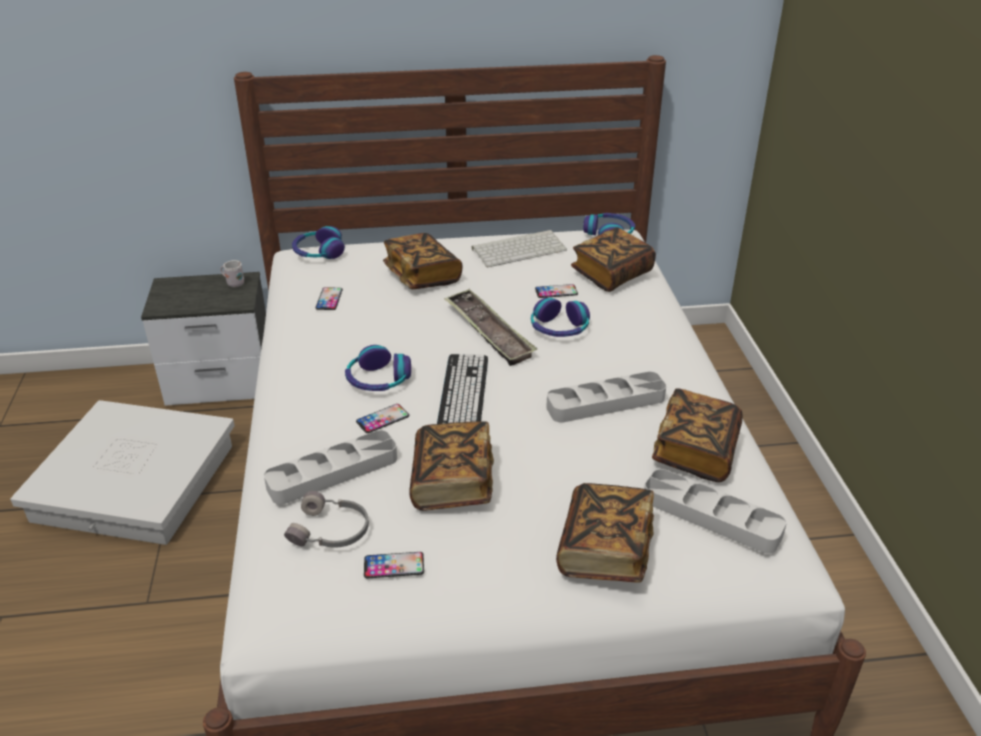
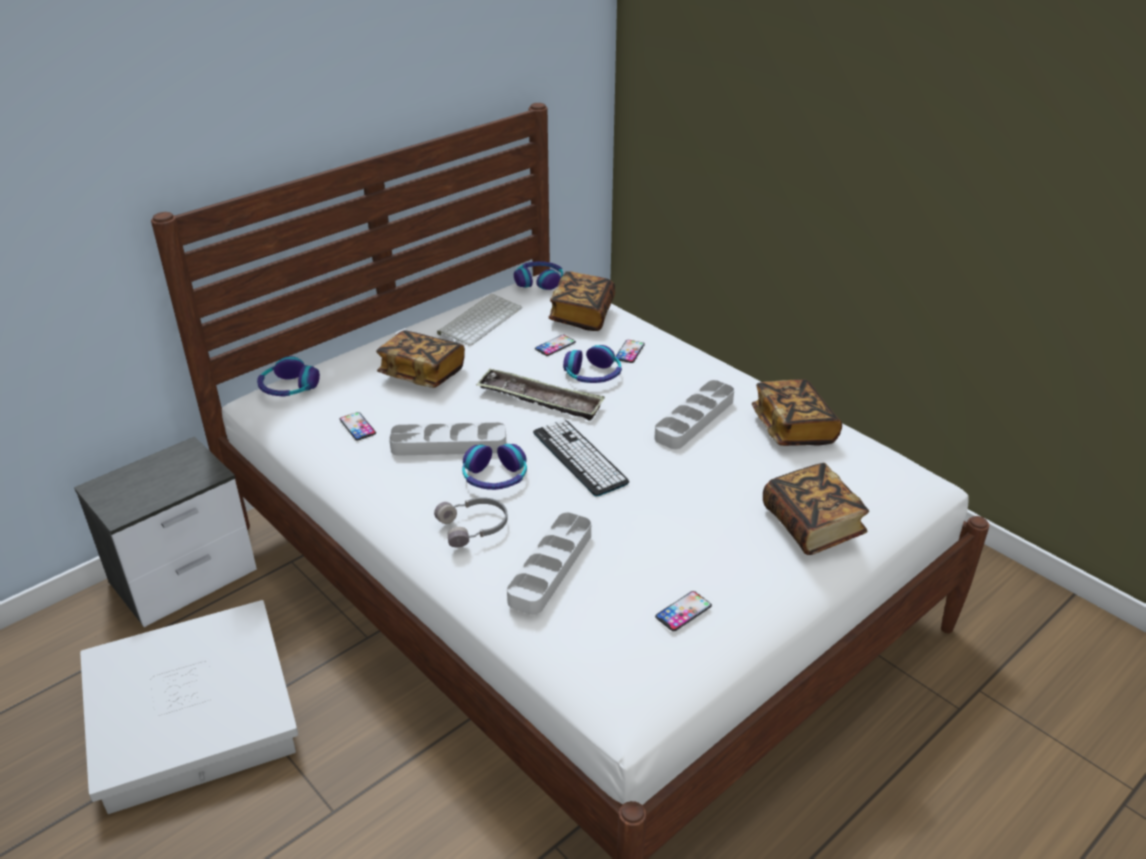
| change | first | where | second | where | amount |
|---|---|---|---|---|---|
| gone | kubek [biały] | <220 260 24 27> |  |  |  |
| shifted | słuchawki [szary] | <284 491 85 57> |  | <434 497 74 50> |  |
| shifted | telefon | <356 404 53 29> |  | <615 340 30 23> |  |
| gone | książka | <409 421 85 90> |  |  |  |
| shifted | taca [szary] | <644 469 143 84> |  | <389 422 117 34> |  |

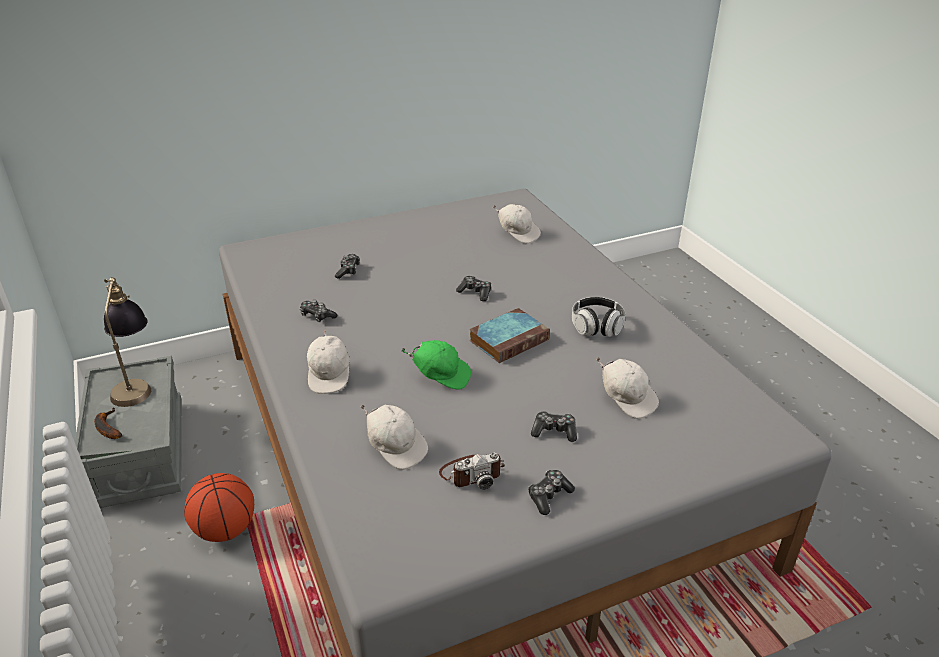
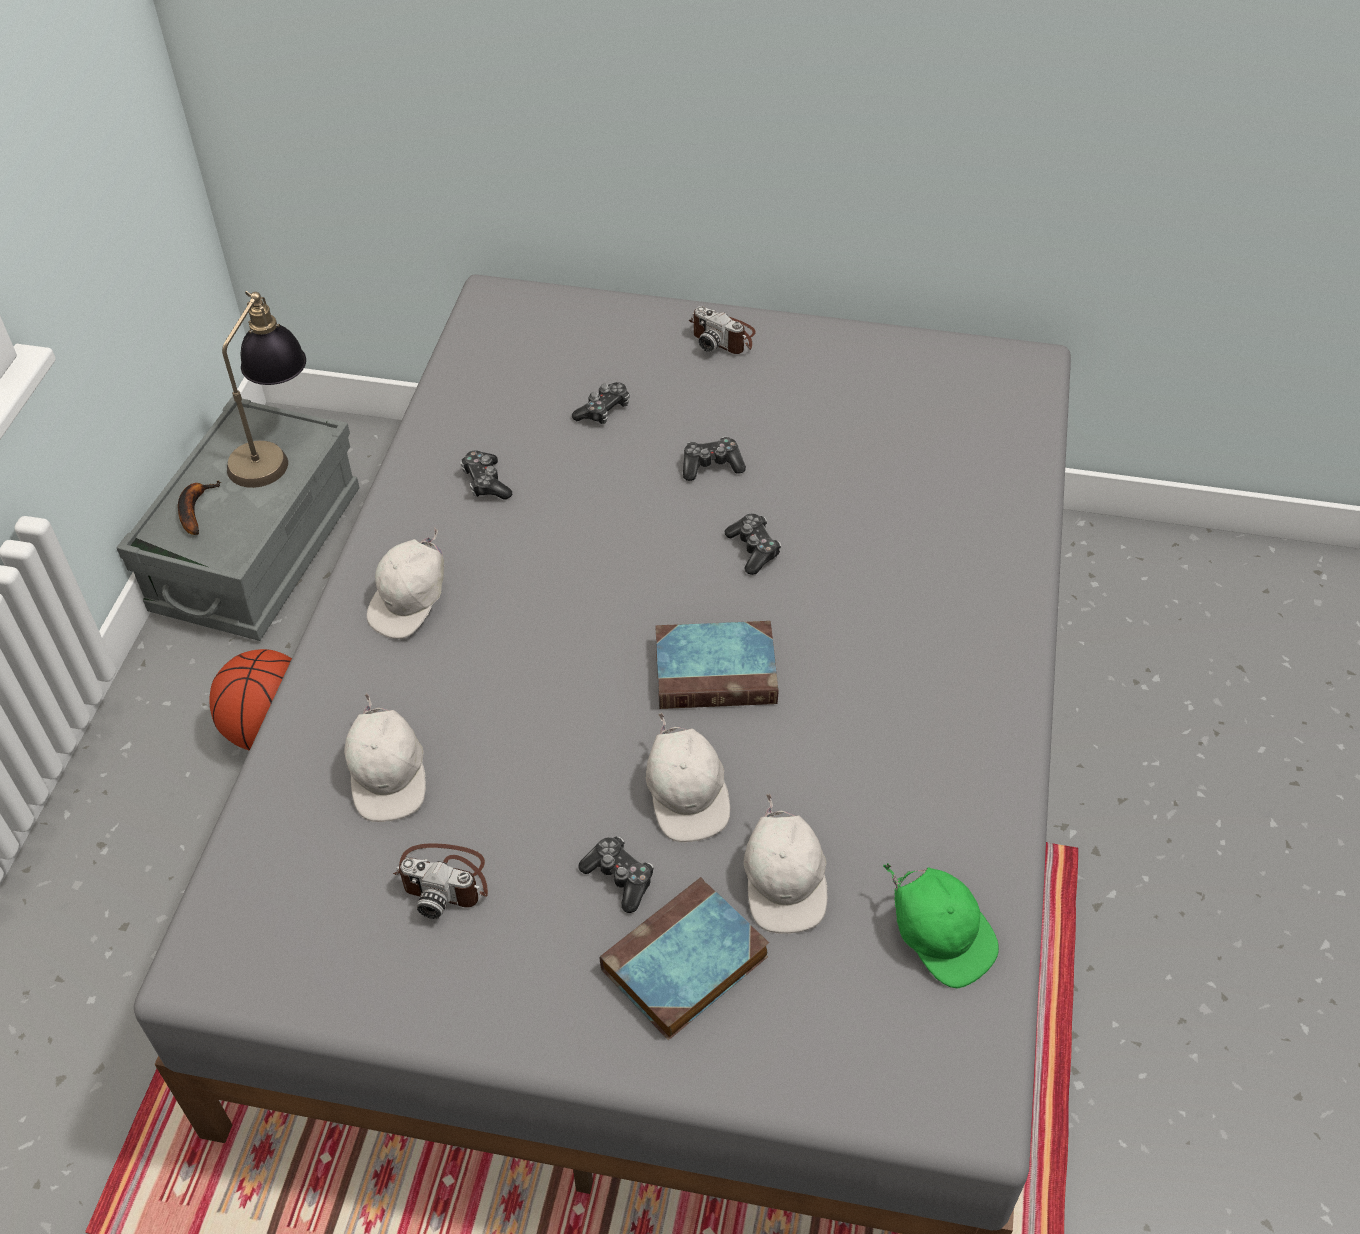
| change | first | where | second | where | amount |
|---|---|---|---|---|---|
| shifted | czapka z daszkiem [zielony] | <401 340 70 50> |  | <883 863 116 125> |  |
| shifted | czapka z daszkiem [biały] | <493 204 48 40> |  | <646 712 84 131> |  |
| shifted | pad do gier | <528 470 47 45> |  | <683 437 63 44> |  |
| gone | słuchawki | <572 297 54 40> |  |  |  |
| new |  |  | książka | <600 877 169 163> |  |
| new |  |  | aparat fotograficzny | <689 306 67 48> |  |

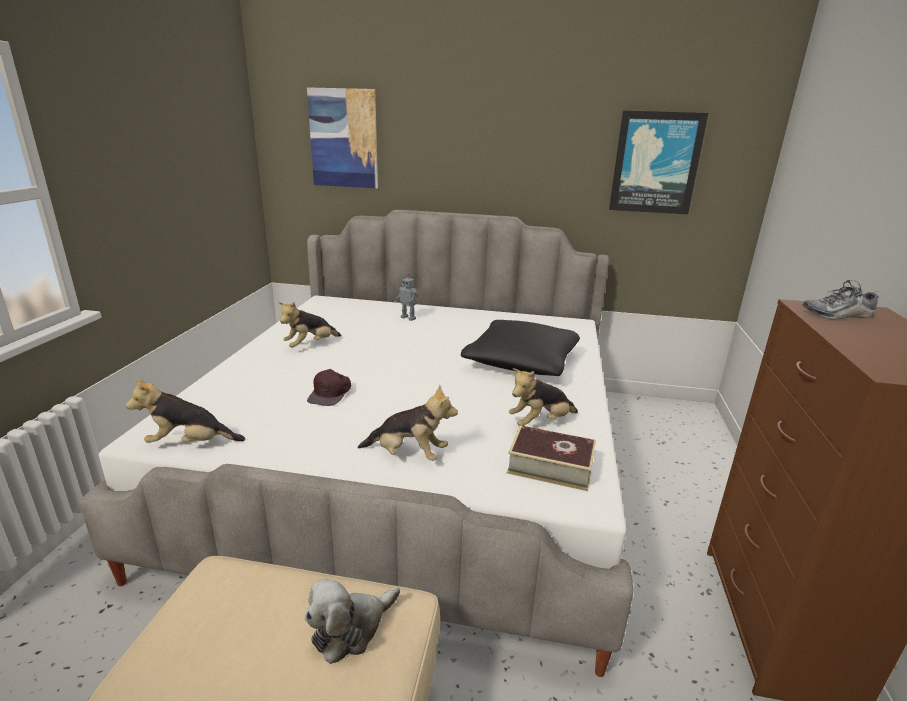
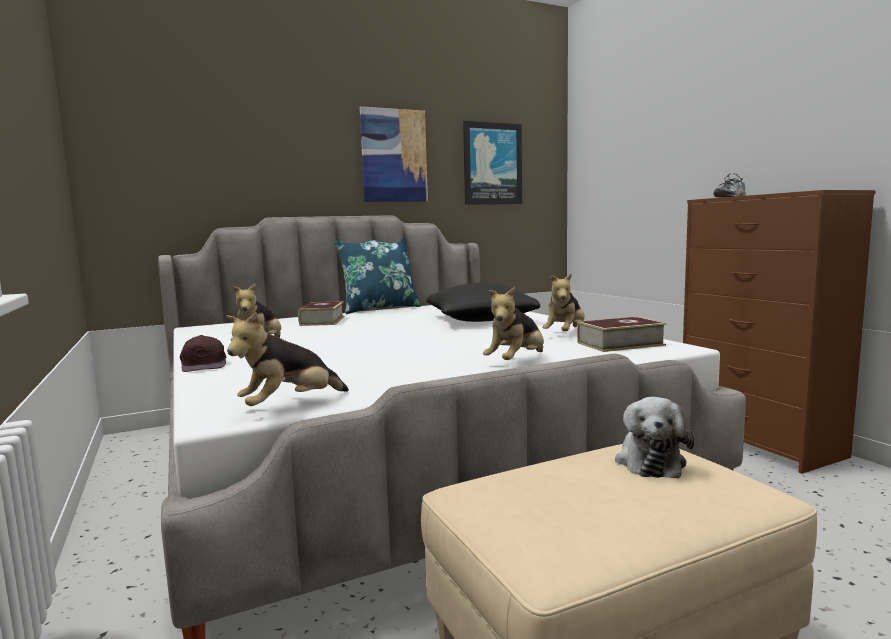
| change | first | where | second | where | amount |
|---|---|---|---|---|---|
| shifted | obraz | <307 87 71 101> |  | <360 106 68 96> |  |
| shifted | czapka z daszkiem [brązowy] | <307 369 44 37> |  | <180 335 46 37> |  |
| rotated | pluszak | <358 385 100 76> |  | <483 287 61 73> | 150 degrees clockwise |
| swapped | robot zabawkowy | <394 274 23 47> | książka | <298 301 47 25> |  |
| new |  |  | poduszka [niebieski] | <335 238 86 76> |  |

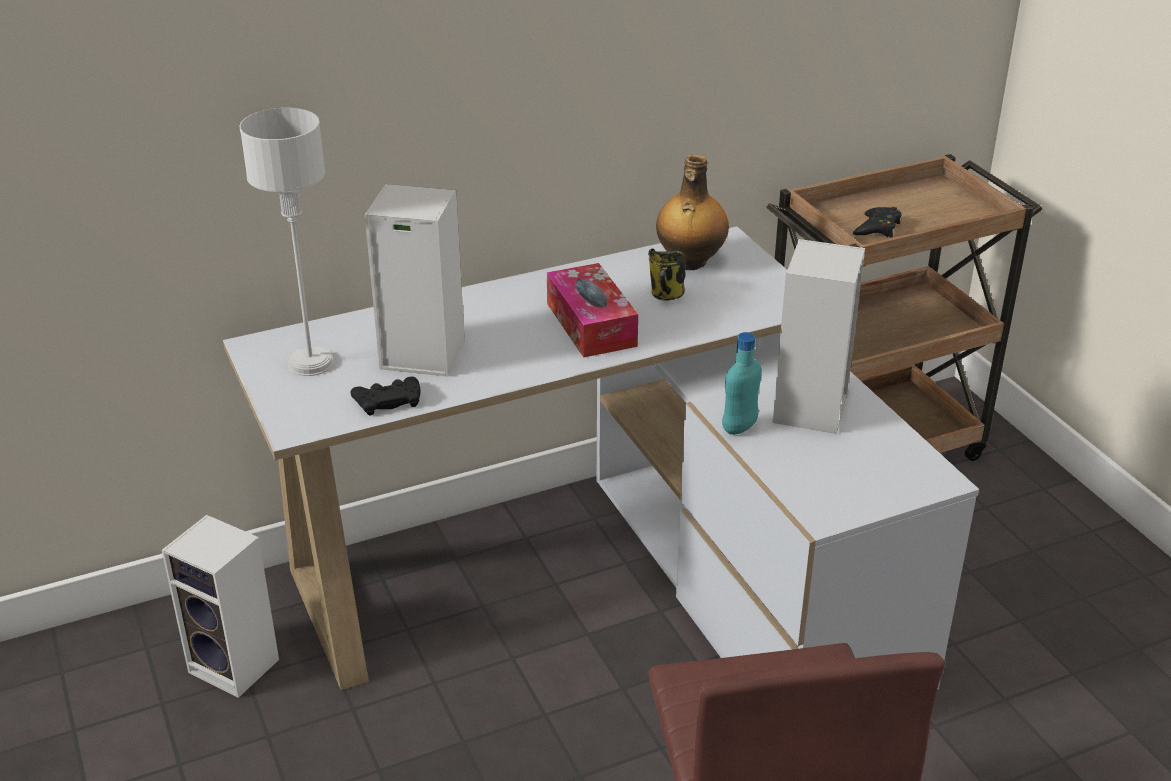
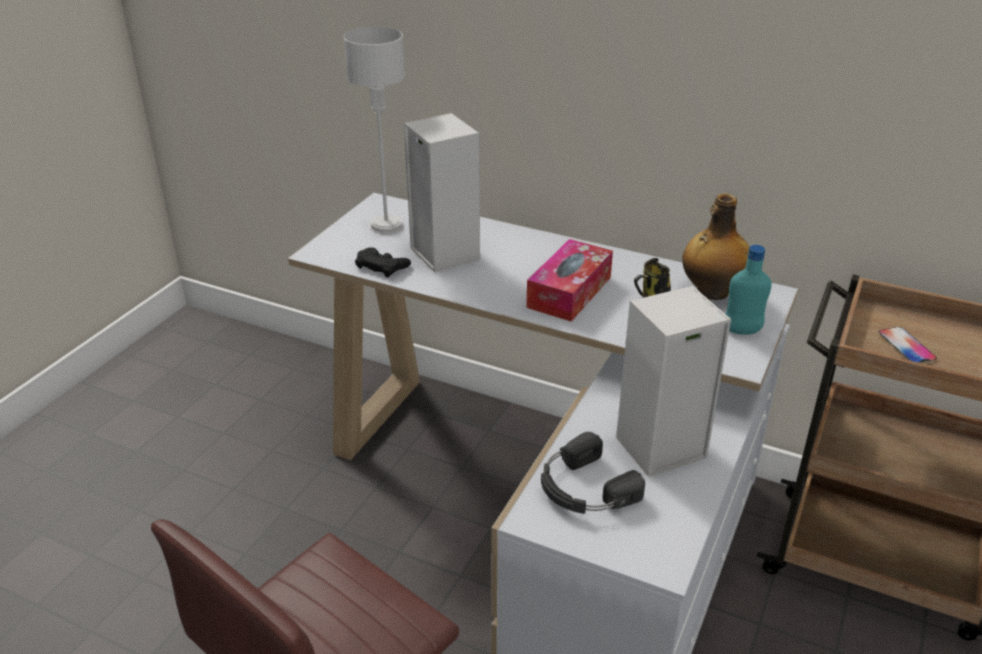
| change | first | where | second | where | amount |
|---|---|---|---|---|---|
| gone | głośnik | <162 515 117 183> |  |  |  |
| shifted | butelka [turkusowy] | <722 332 40 103> |  | <726 245 46 90> |  |
| swapped | pad do gier [czarny] | <853 207 49 30> | telefon | <878 327 59 37> |  |
| new |  |  | słuchawki [czarny] | <541 432 104 82> |  |

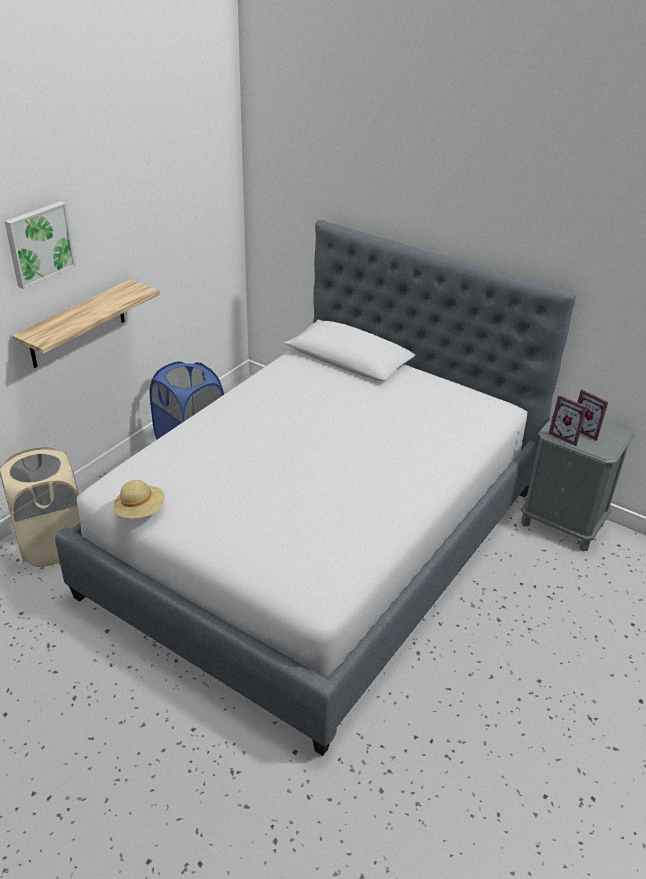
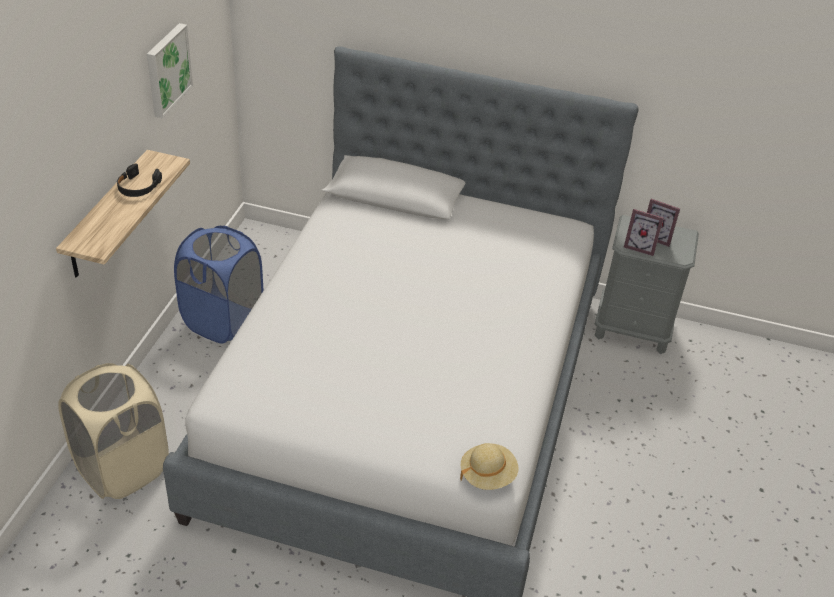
| change | first | where | second | where | amount |
|---|---|---|---|---|---|
| shifted | obraz | <5 201 71 88> |  | <147 23 46 95> |  |
| shifted | kapelusz [beżowy] | <114 480 51 39> |  | <460 443 58 47> |  |
| new |  |  | słuchawki [czarny] | <117 163 45 34> |  |

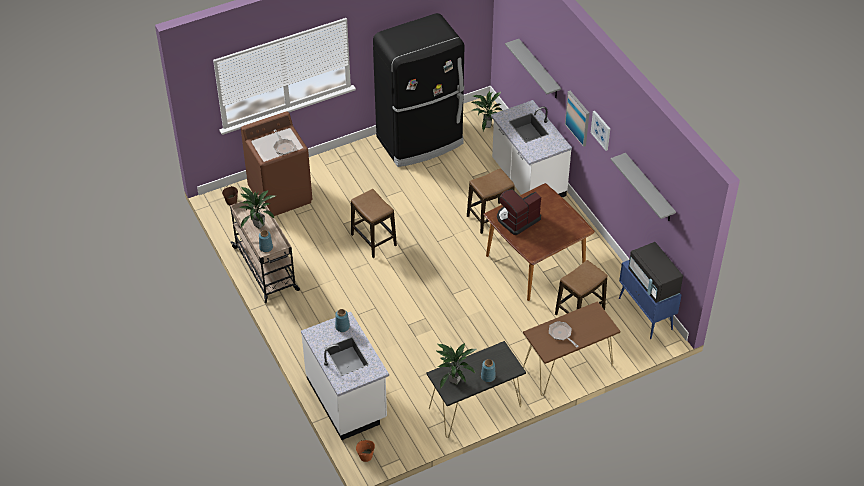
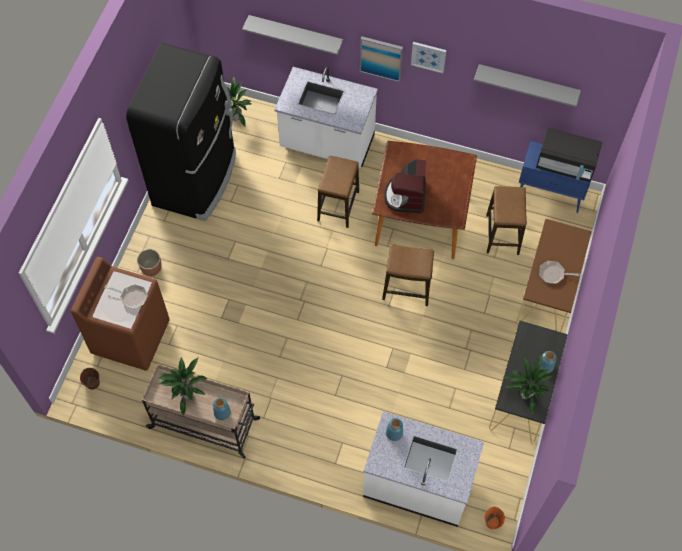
| change | first | where | second | where | amount |
|---|---|---|---|---|---|
| shifted | stołek | <351 189 46 69> |  | <382 244 52 62> |  |
| new |  |  | donica | <137 249 25 27> |  |

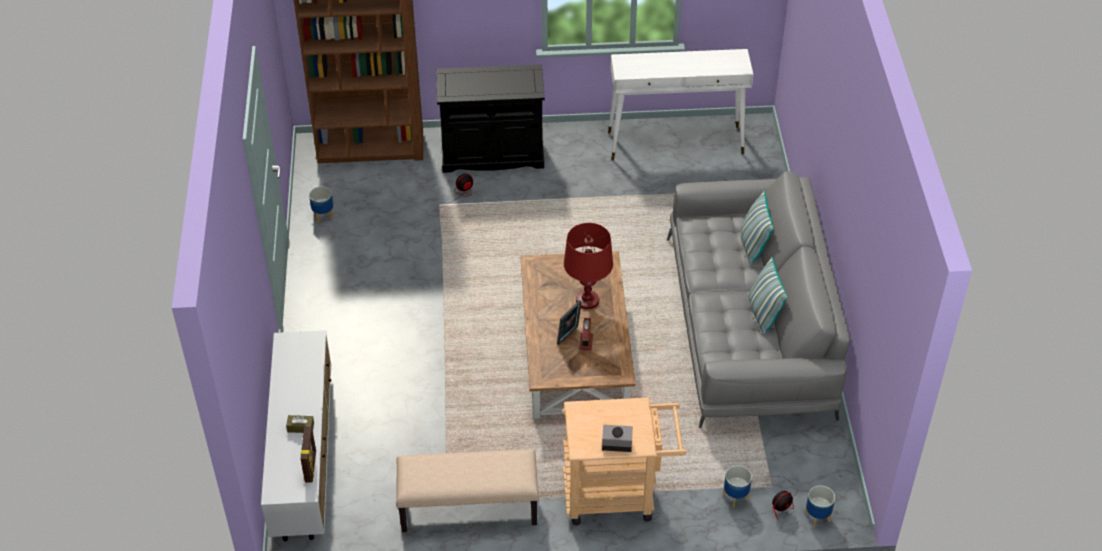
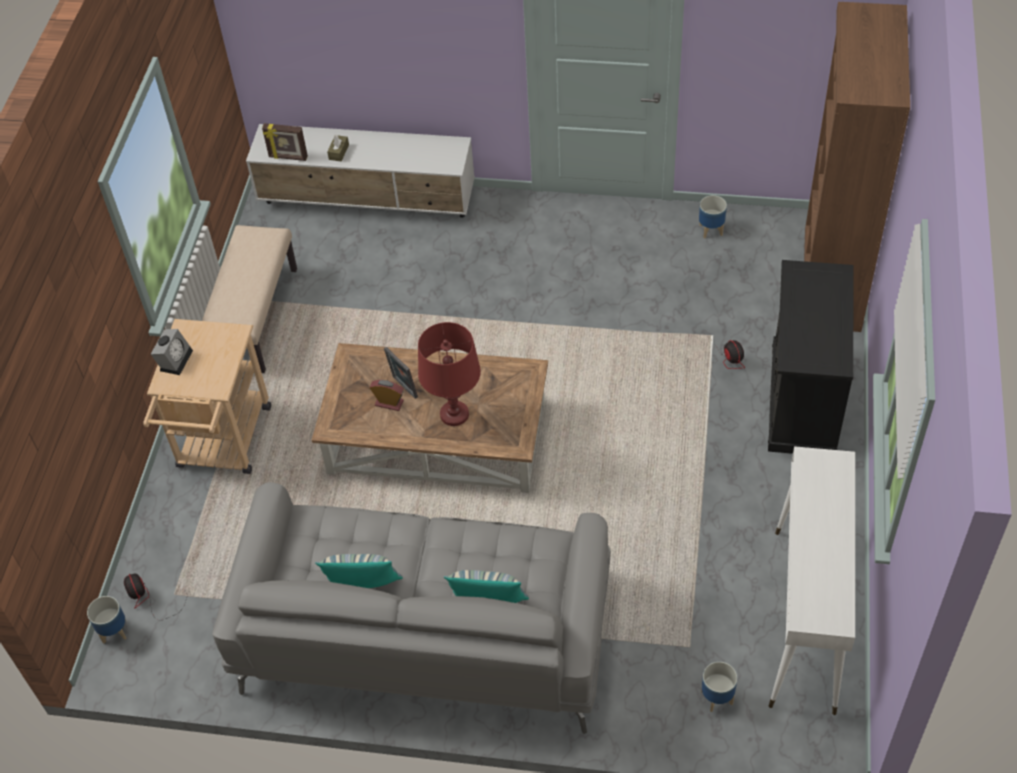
| change | first | where | second | where | amount |
|---|---|---|---|---|---|
| shifted | donica | <723 466 29 42> |  | <701 662 36 50> |  |

